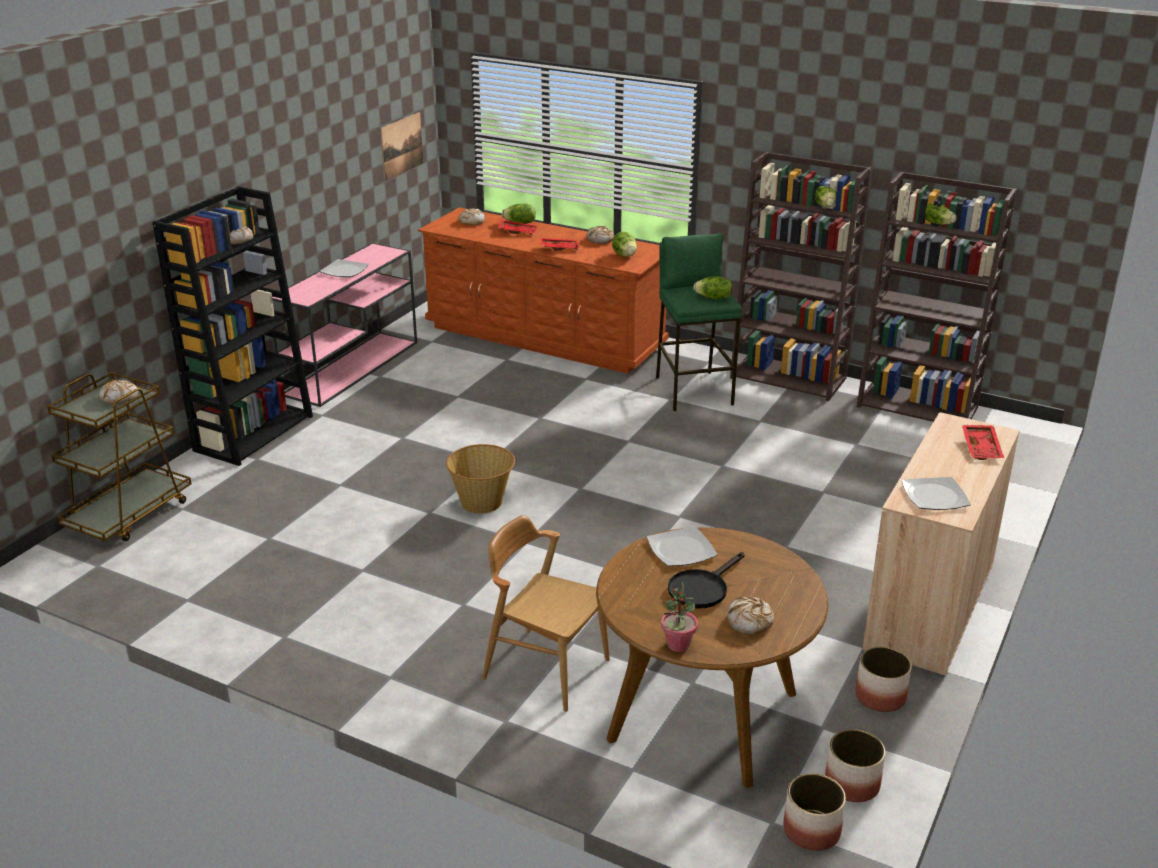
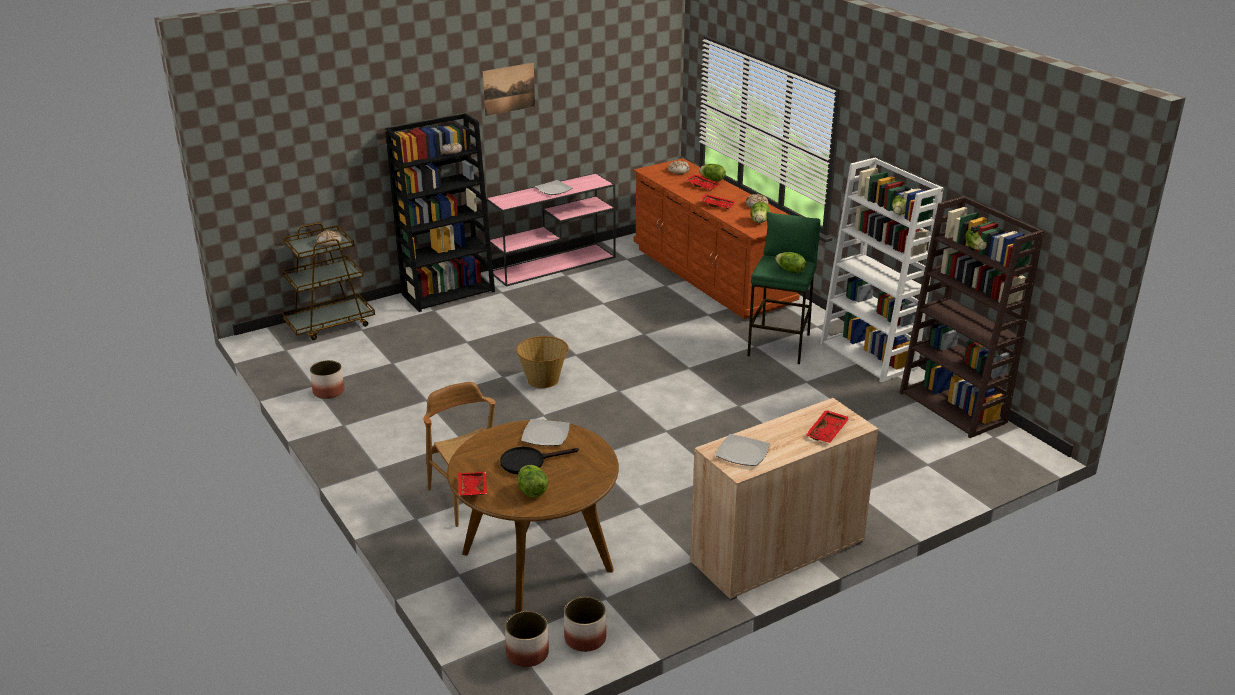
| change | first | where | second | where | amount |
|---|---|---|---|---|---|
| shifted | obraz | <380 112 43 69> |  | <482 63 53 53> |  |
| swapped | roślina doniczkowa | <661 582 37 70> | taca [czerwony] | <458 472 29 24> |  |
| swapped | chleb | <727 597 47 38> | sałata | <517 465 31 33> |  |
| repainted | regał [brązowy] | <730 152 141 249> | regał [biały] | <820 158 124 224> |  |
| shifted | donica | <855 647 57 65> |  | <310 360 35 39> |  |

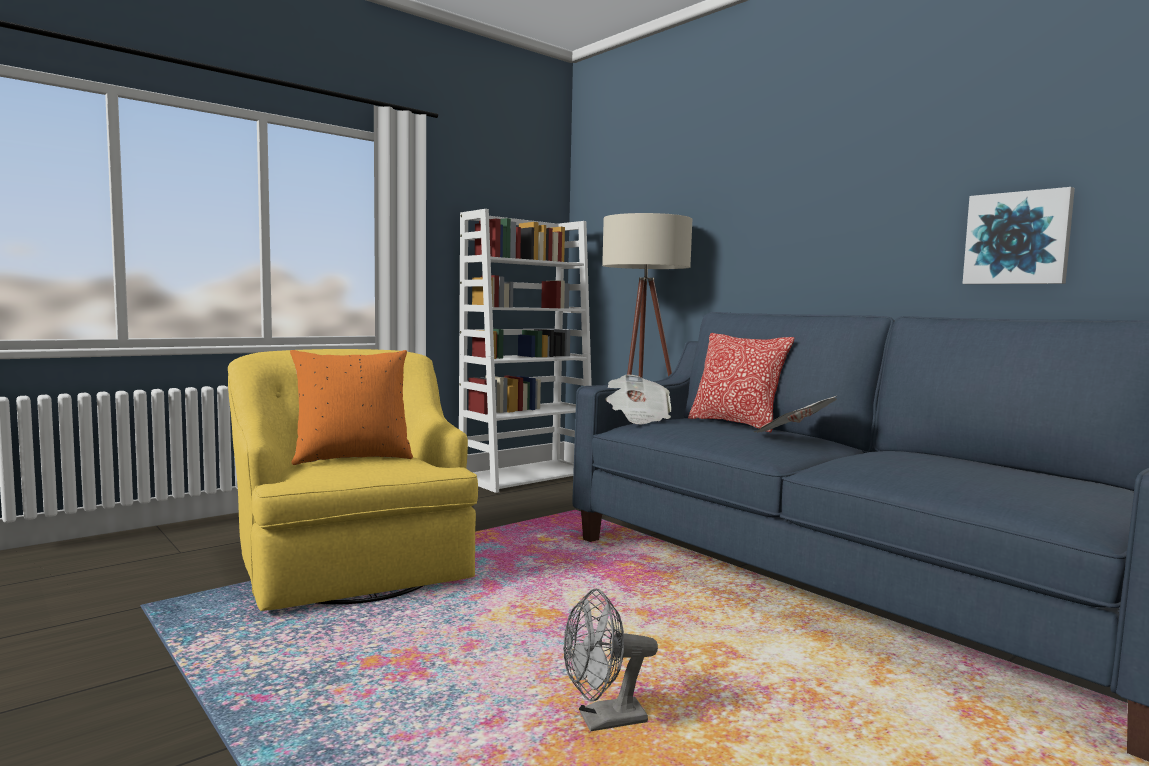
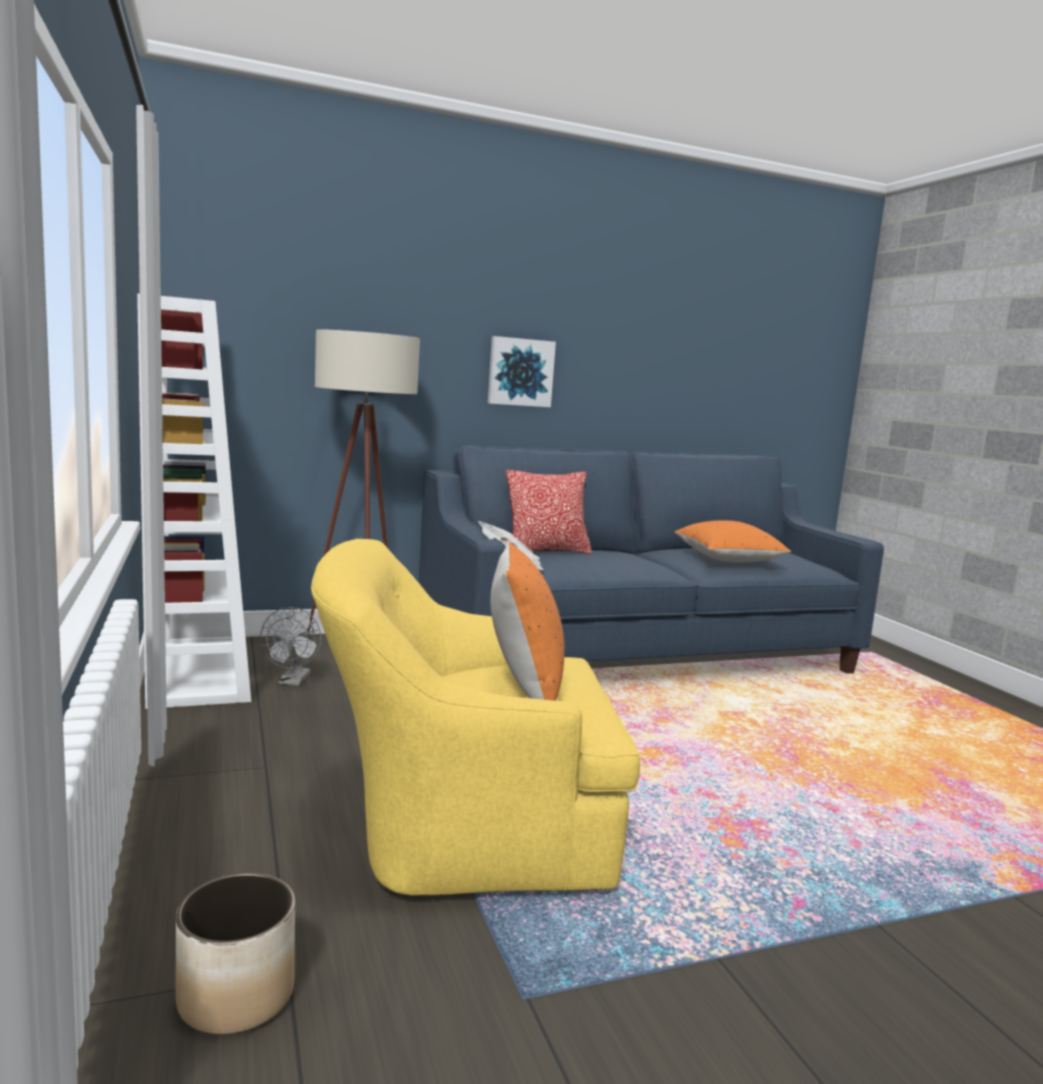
| change | first | where | second | where | amount |
|---|---|---|---|---|---|
| shifted | wentylator [szary] | <563 589 95 143> |  | <260 607 61 79> |  |
| gone | gazeta | <754 396 83 37> |  |  |  |
| shifted | obraz | <962 187 113 97> |  | <488 336 68 71> |  |
| new |  |  | donica | <175 873 120 161> |  |
| new |  |  | poduszka [pomarańczowy] | <674 520 117 42> |  |

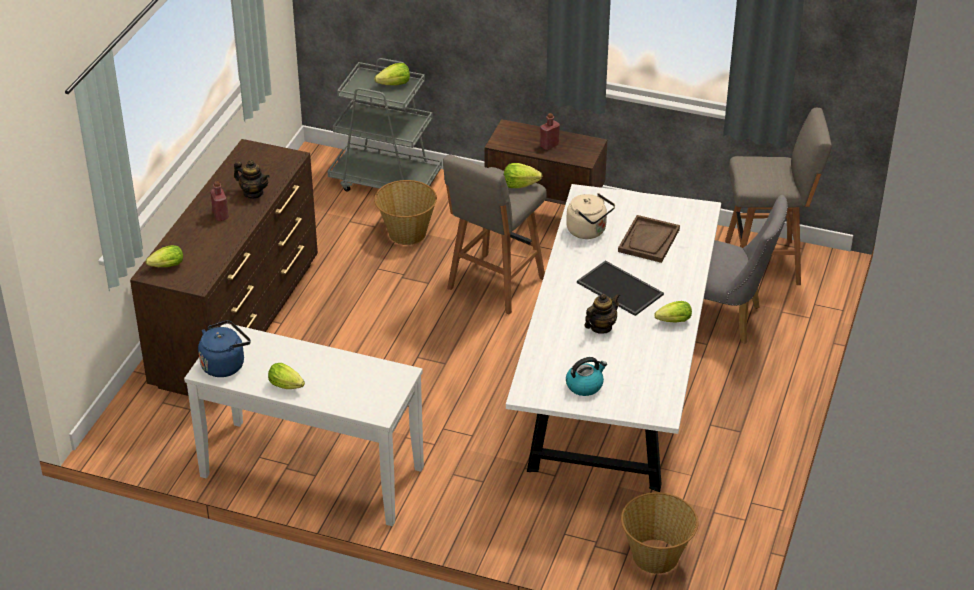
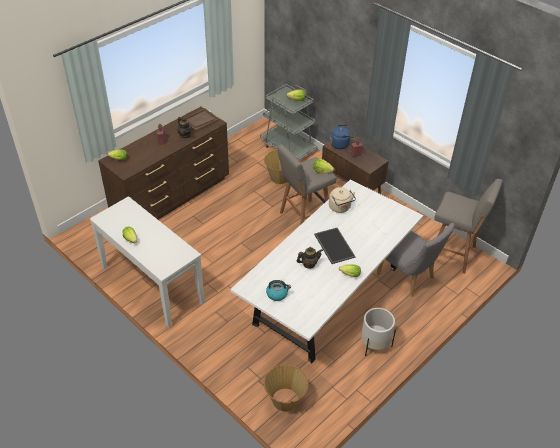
| change | first | where | second | where | amount |
|---|---|---|---|---|---|
| shifted | czajnik [niebieski] | <198 320 53 57> |  | <330 125 24 24> |  |
| shifted | taca [brązowy] | <618 215 62 48> |  | <185 108 34 24> |  |
| new |  |  | donica [biały] | <361 308 35 48> |  |

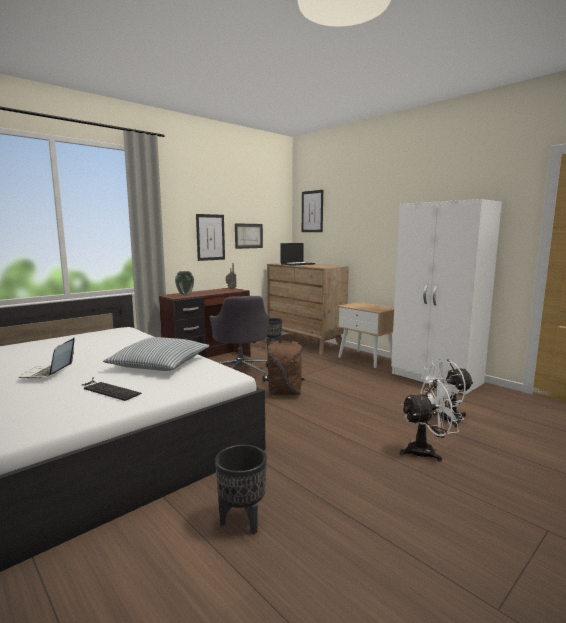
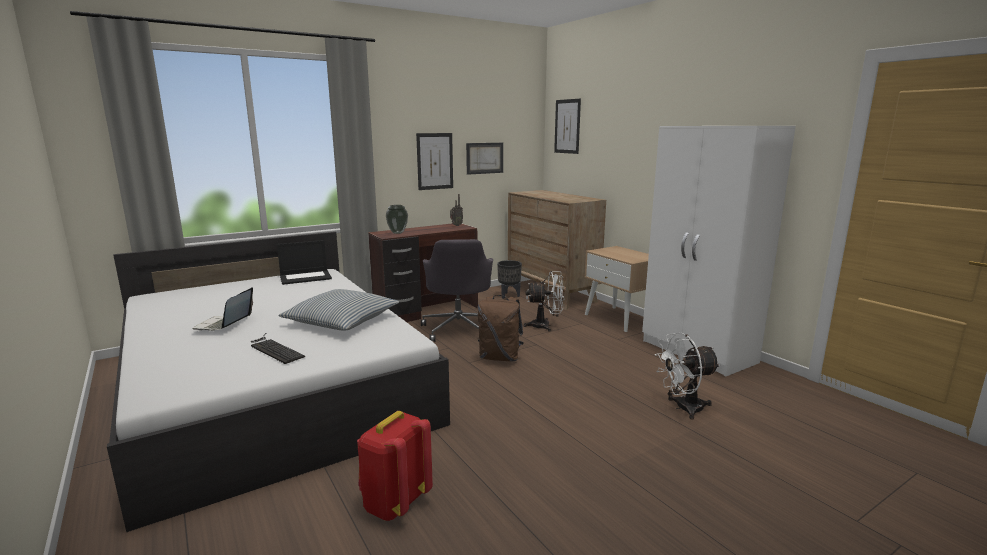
| change | first | where | second | where | amount |
|---|---|---|---|---|---|
| swapped | donica [czarny] | <215 445 52 90> | plecak [czerwony] | <357 411 76 110> |  |
| shifted | laptop | <280 243 35 23> |  | <277 240 55 45> |  |
| shifted | wentylator [biały] | <400 378 64 84> |  | <523 271 41 61> |  |

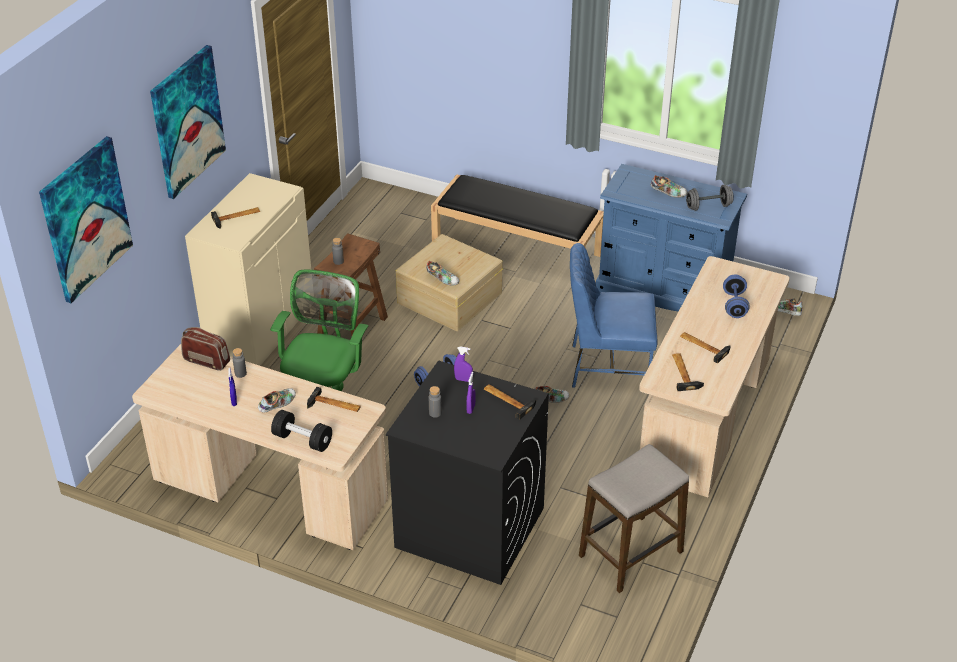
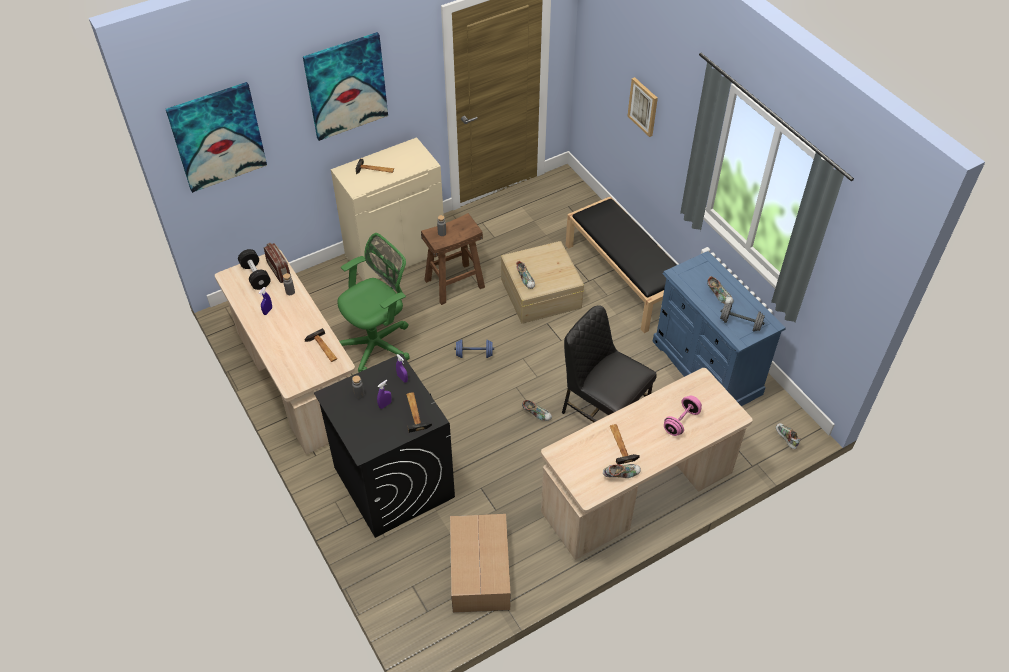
| change | first | where | second | where | amount |
|---|---|---|---|---|---|
| shifted | but | <258 388 38 25> |  | <603 464 38 14> |  |
| shifted | hantel [czarny] | <271 410 61 42> |  | <238 249 32 41> |  |
| repainted | krzesło [niebieski] | <570 243 87 145> | krzesło [czarny] | <562 305 95 117> |  |
| swapped | stołek | <579 444 110 149> | karton | <450 514 61 99> |  |
| gone | młotek | <672 353 32 38> |  |  |  |
| repainted | hantel [niebieski] | <723 274 27 44> | hantel [różowy] | <664 396 38 40> |  |
| new |  |  | obraz | <628 77 30 60> |  |

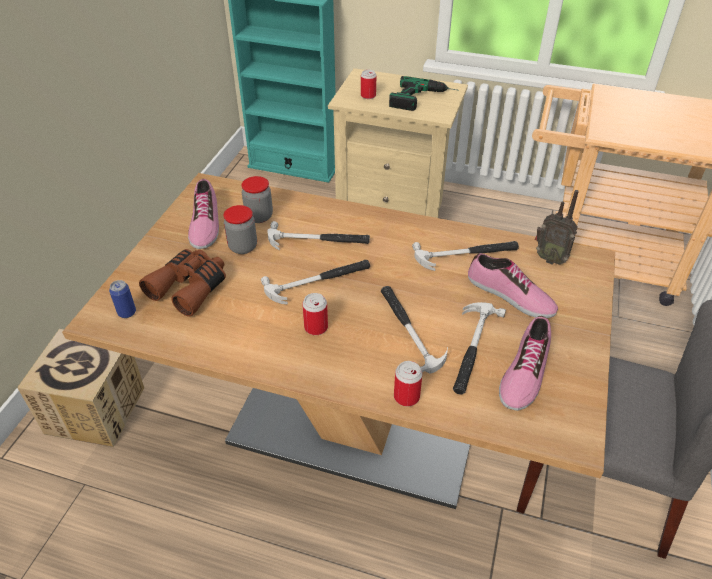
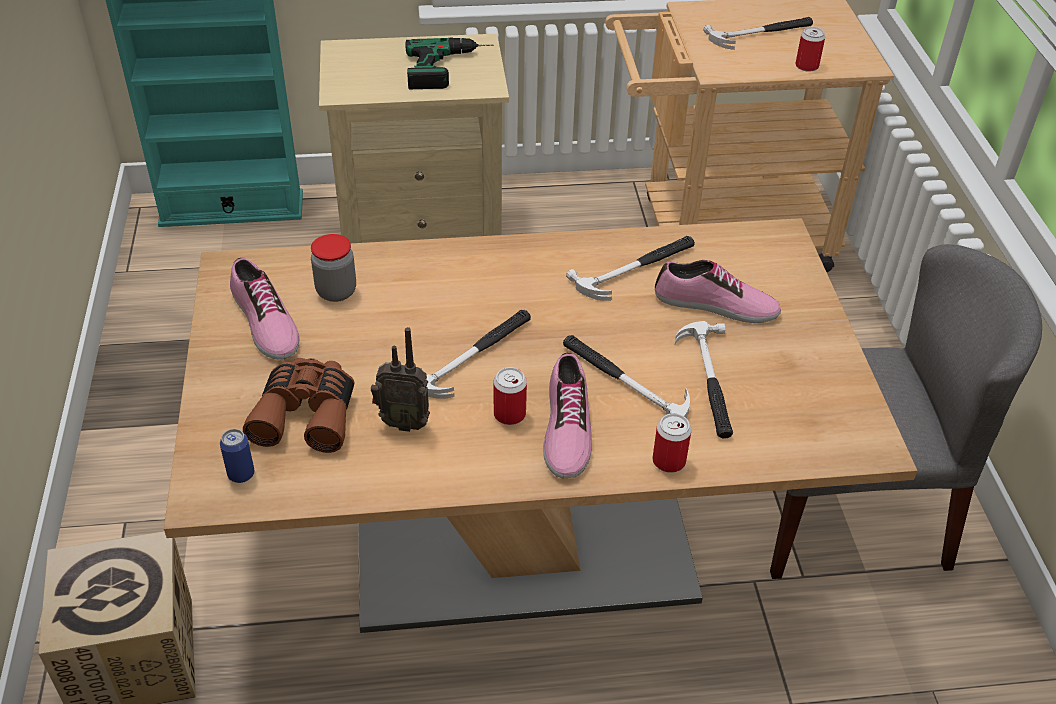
| change | first | where | second | where | amount |
|---|---|---|---|---|---|
| gone | słoik | <224 205 33 49> |  |  |  |
| shifted | młotek | <268 221 102 29> |  | <703 17 110 33> |  |
| shifted | puszka | <361 70 15 29> |  | <795 27 30 45> |  |
| shifted | but | <499 316 52 95> |  | <543 353 49 126> |  |
| shifted | radio | <535 190 44 75> |  | <371 327 59 105> |  |

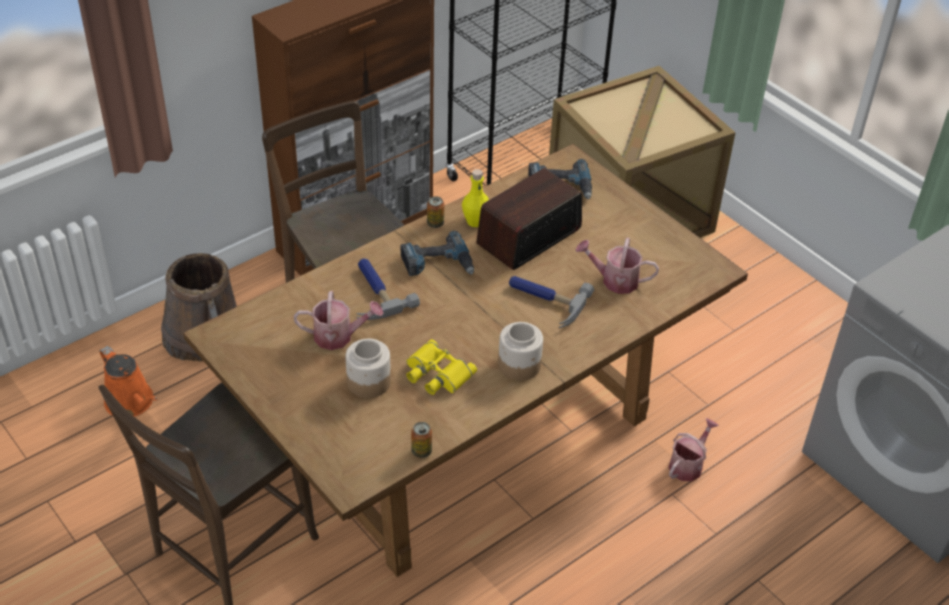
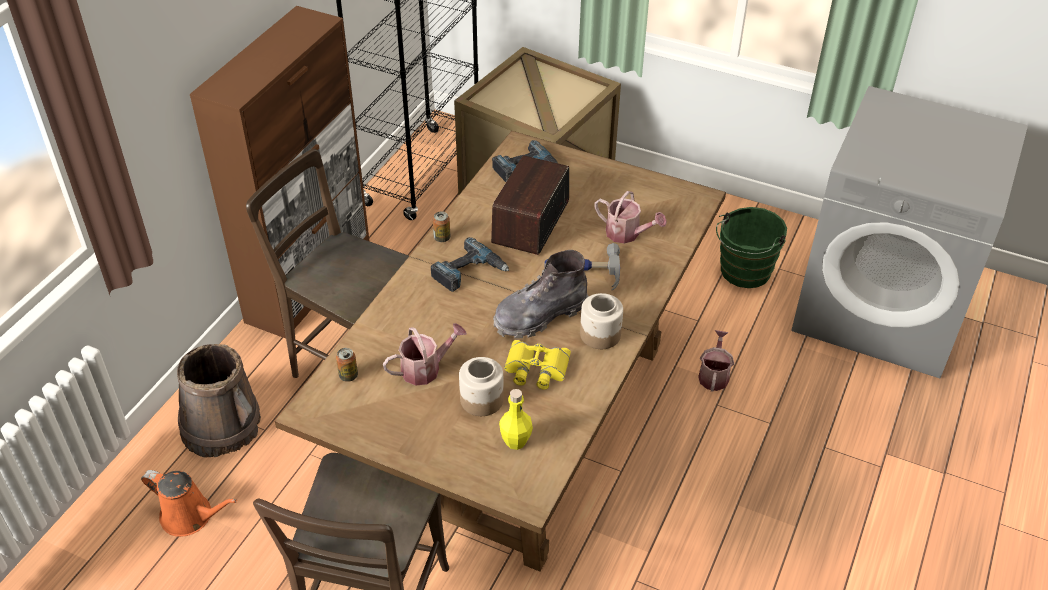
| change | first | where | second | where | amount |
|---|---|---|---|---|---|
| gone | młotek | <356 258 64 62> |  |  |  |
| shifted | puszka | <411 422 21 36> |  | <336 348 22 34> |  |
| shifted | butelka [żółty] | <462 169 27 58> |  | <499 389 34 61> |  |
| rotated | konewka | <575 238 84 56> |  | <595 191 72 53> | 135 degrees counterclockwise |
| new |  |  | but z cholewką [szary] | <493 250 96 89> |  |
| new |  |  | wiadro [zielony] | <716 207 71 81> |  |

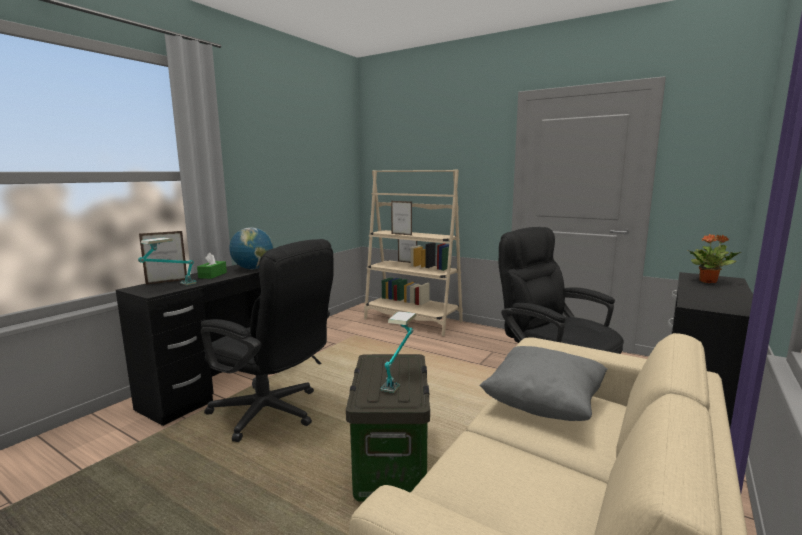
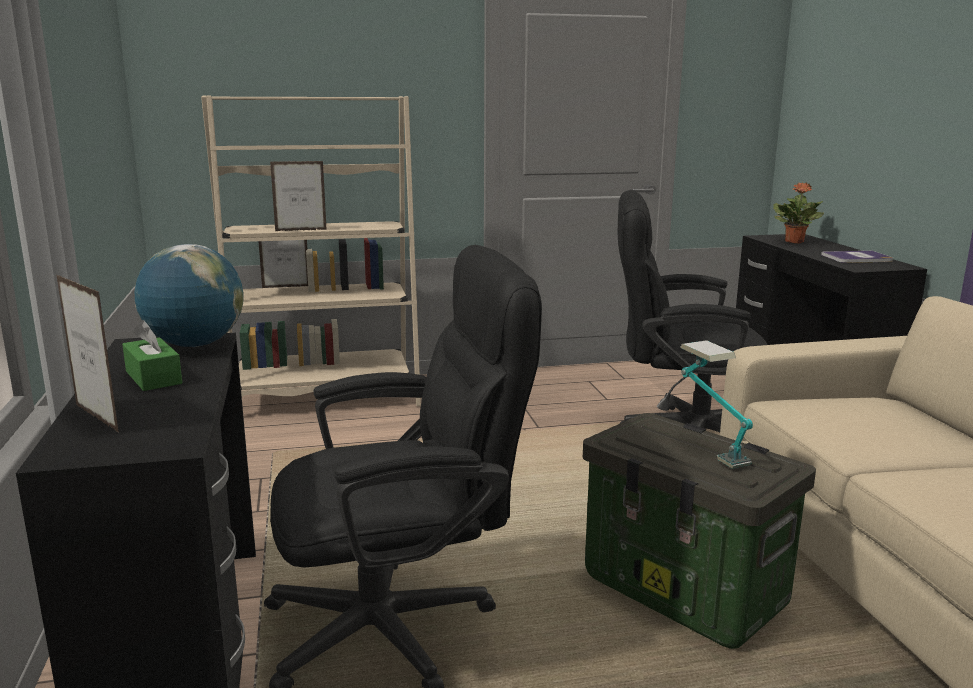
| change | first | where | second | where | amount |
|---|---|---|---|---|---|
| gone | lampa stołowa | <138 237 59 48> |  |  |  |
| rotated | ramka na zdjęcie | <139 231 48 54> |  | <56 274 63 159> | 120 degrees clockwise |
| gone | poduszka [szary] | <480 346 128 75> |  |  |  |
| new |  |  | książka | <821 251 72 12> |  |

